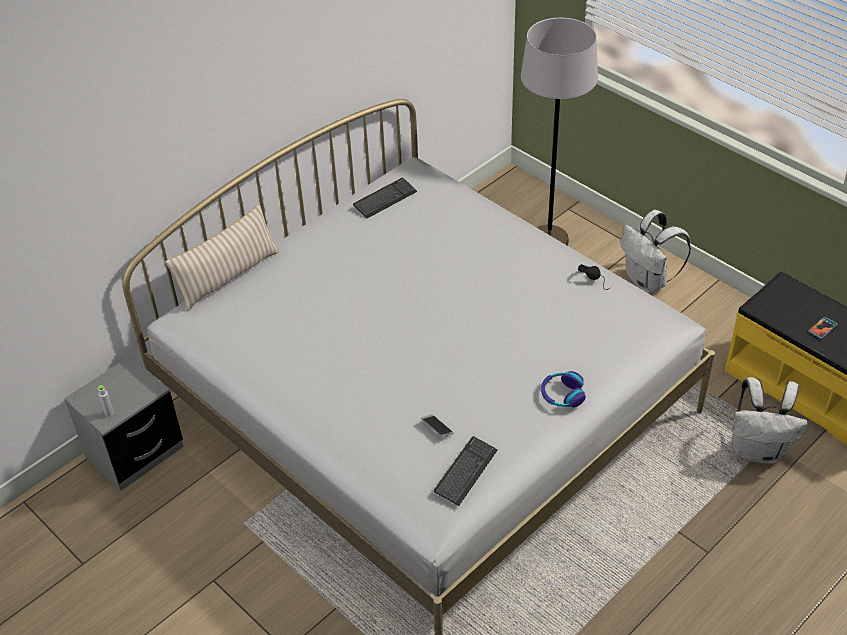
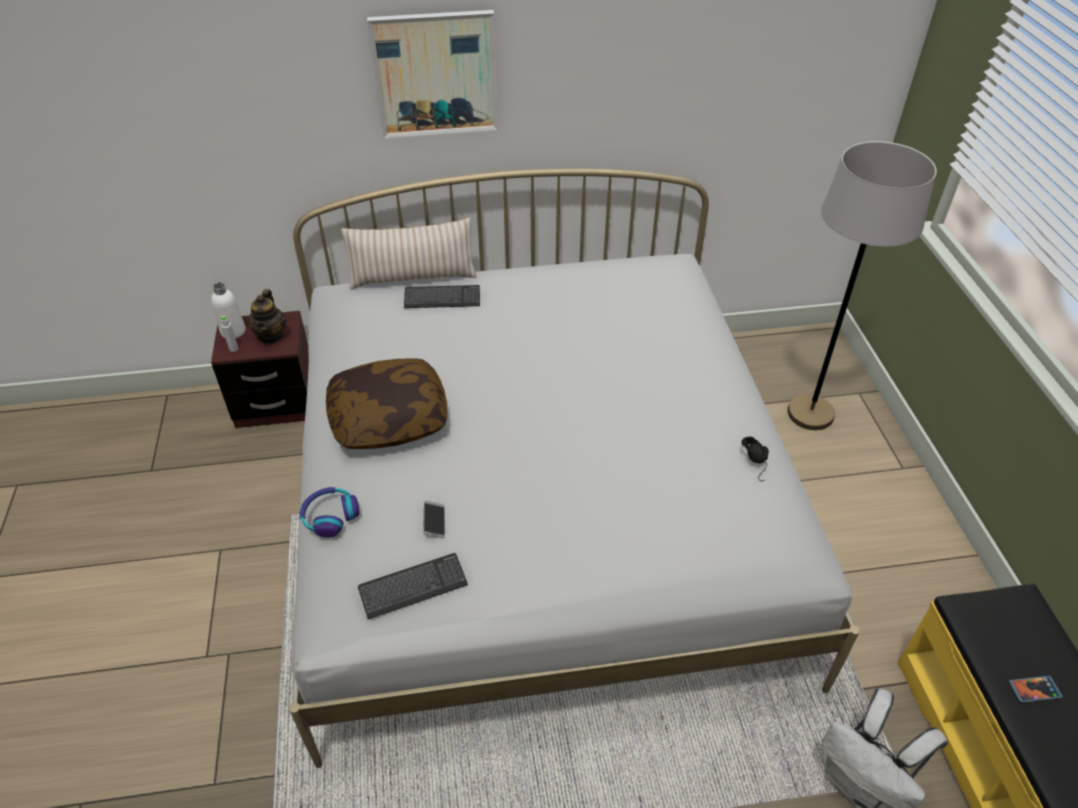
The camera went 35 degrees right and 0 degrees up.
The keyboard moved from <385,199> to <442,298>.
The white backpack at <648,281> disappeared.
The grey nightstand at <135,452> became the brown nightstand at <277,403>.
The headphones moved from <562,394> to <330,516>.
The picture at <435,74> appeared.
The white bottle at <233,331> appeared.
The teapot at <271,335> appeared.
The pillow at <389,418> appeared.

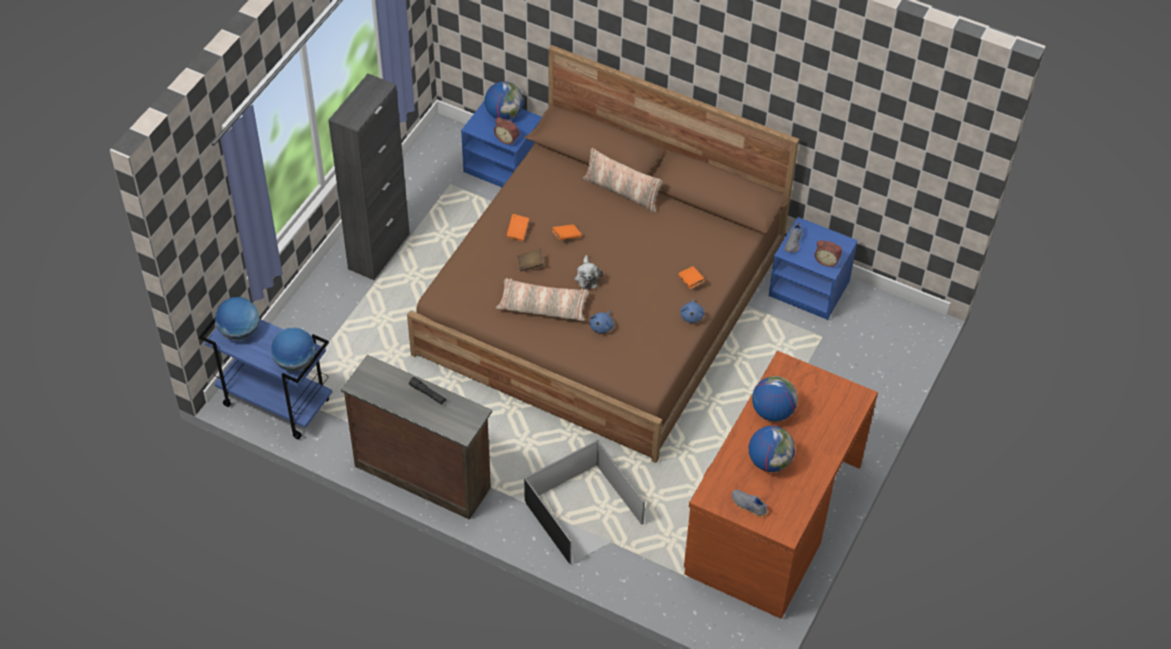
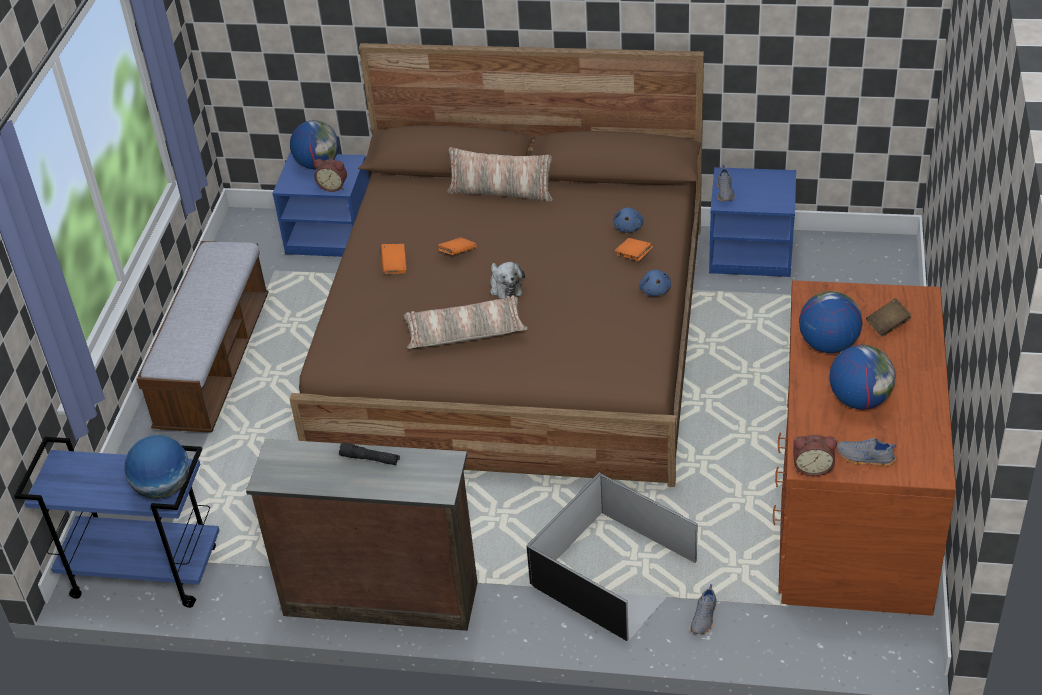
The camera went 15 degrees left and 10 degrees down.
The black cabinet at <379,251> was replaced by the bench at <214,363>.
The alarm clock moved from <827,260> to <812,467>.
The brown book moved from <530,264> to <887,325>.
The globe at <240,332> disappeared.
The blue plush toy moved from <602,326> to <628,227>.
The grey shoe at <704,618> appeared.

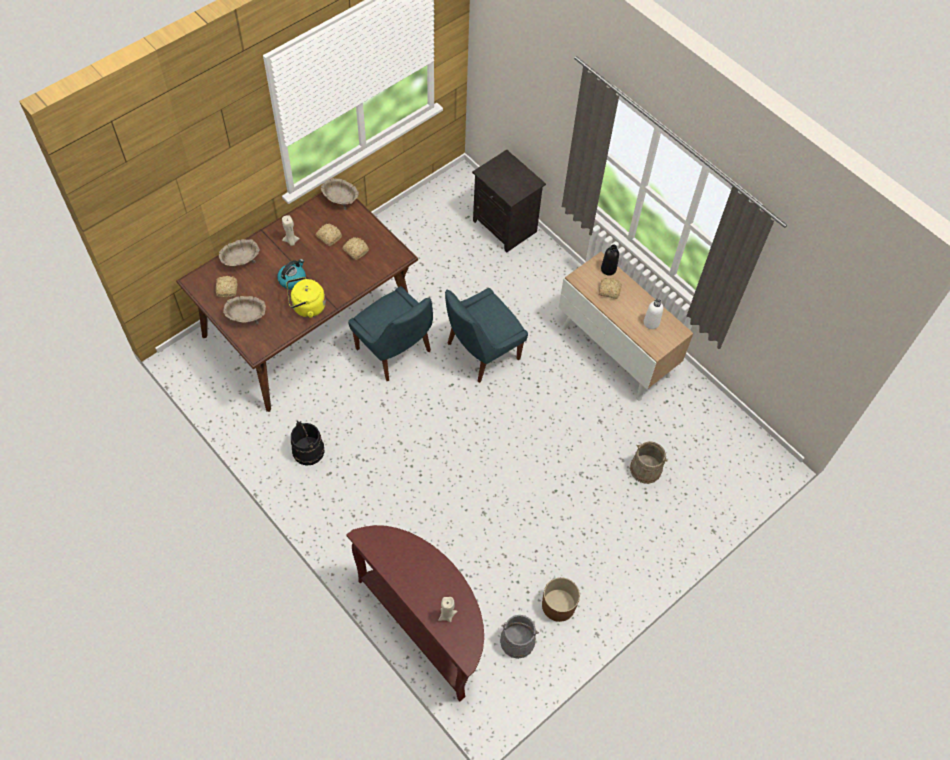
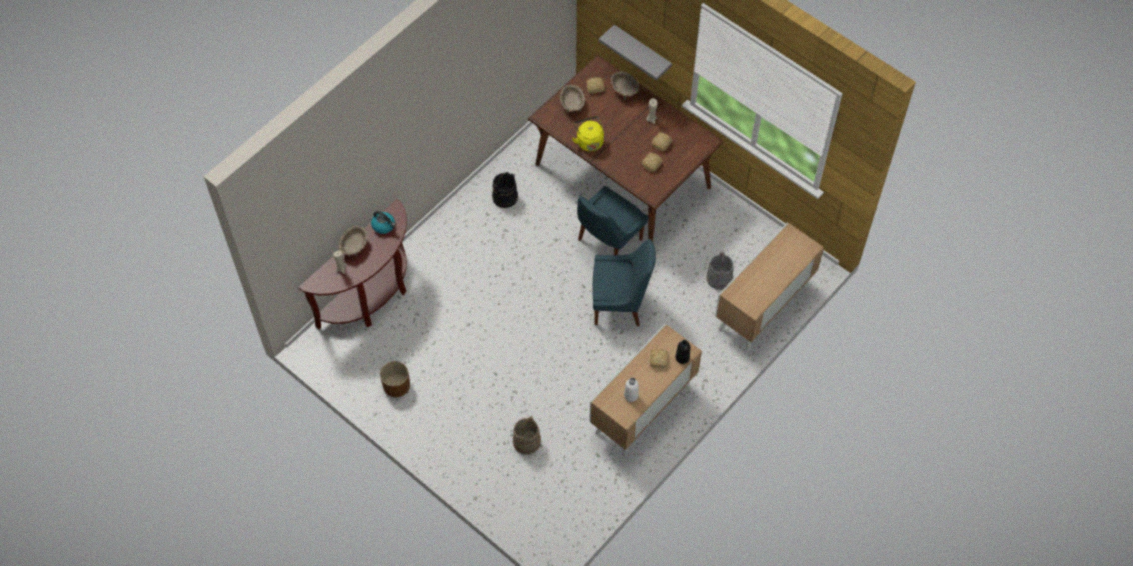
The camera went 85 degrees right and 0 degrees up.
The black nightstand at <506,226> was replaced by the cabinet at <764,308>.
The beige bowl moved from <340,200> to <354,246>.
The kettle moved from <292,279> to <384,226>.
The blue chair at <480,352> turned 135 degrees clockwise.
The grey bucket moved from <517,641> to <719,278>.
The grey shelf at <642,52> appeared.

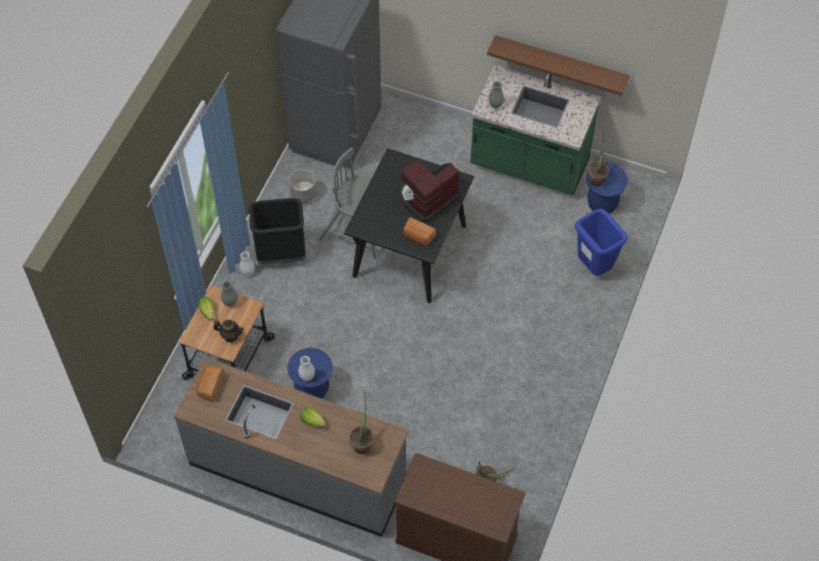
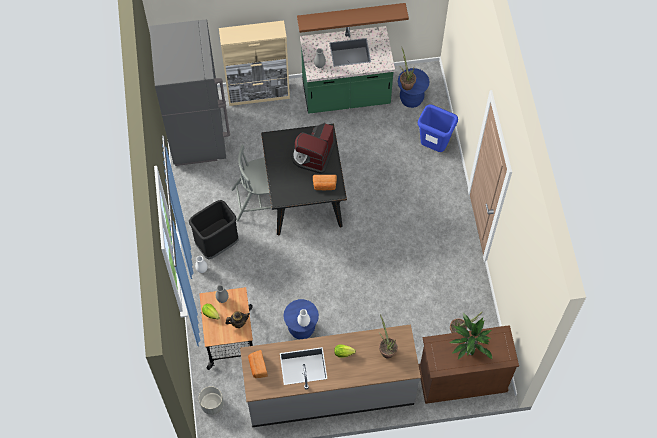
The camera went 30 degrees left and 5 degrees up.
The grey planter moved from <303,194> to <212,404>.
The beige cabinet at <258,94> appeared.
The potted plant at <468,350> appeared.

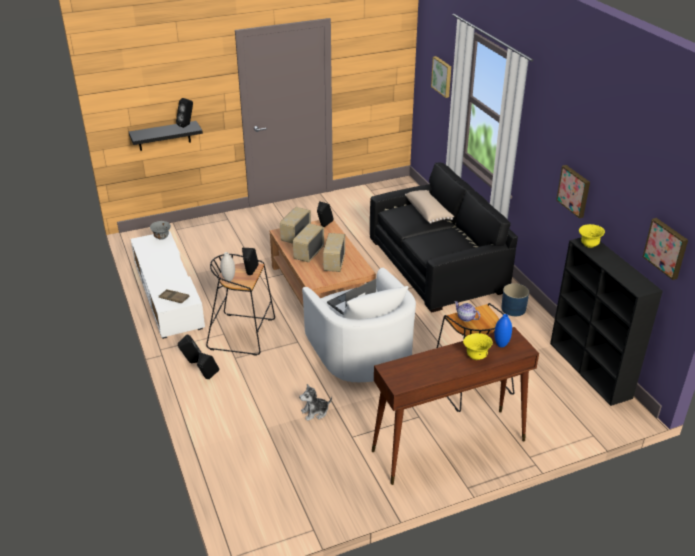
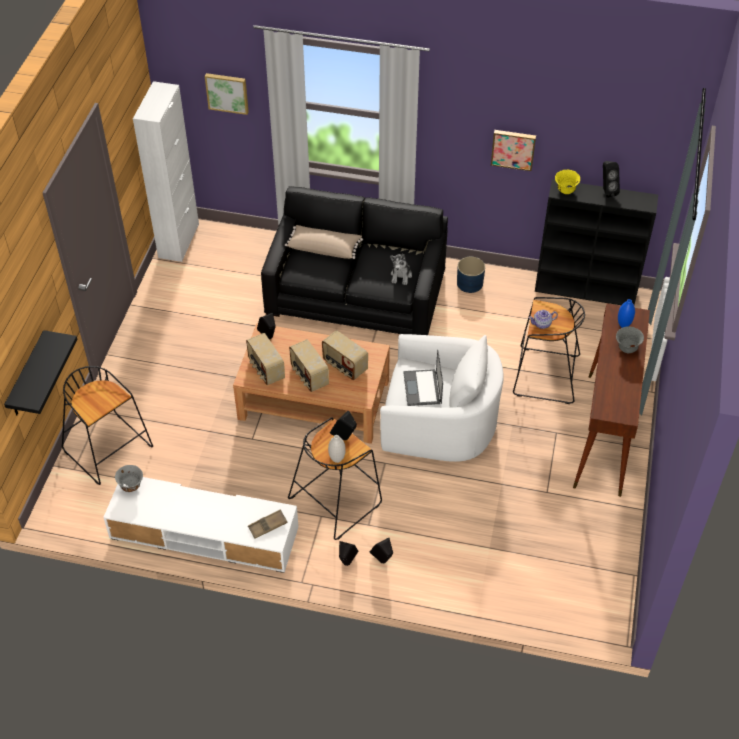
The camera went 55 degrees left and 15 degrees up.
The black speaker moved from <187,125> to <606,191>.
The picture at <666,248> disappeared.
The yellow bowl at <476,356> became the grey bowl at <627,349>.
The plush toy moved from <315,412> to <401,275>.
The white cabinet at <179,241> appeared.
The black stool at <110,449> appeared.

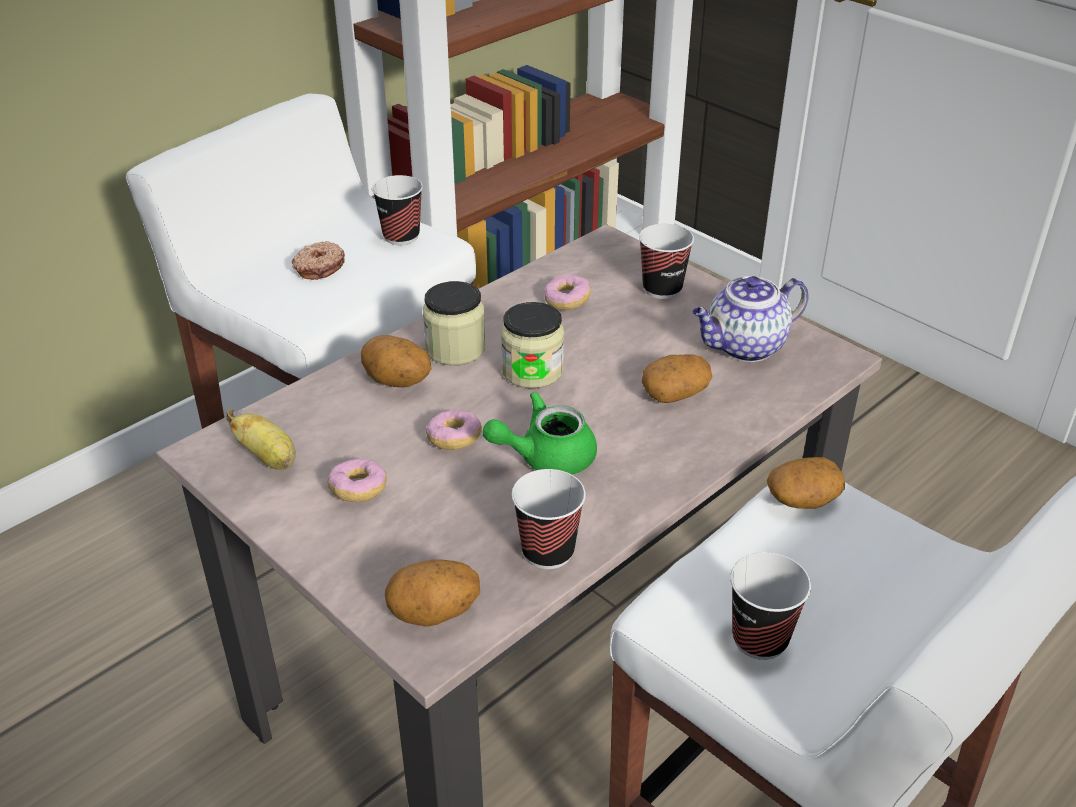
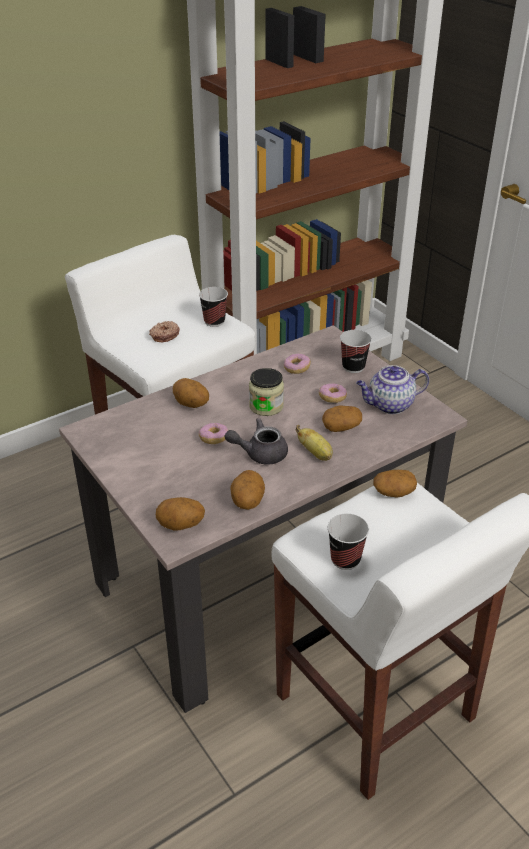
The camera went 10 degrees right and 0 degrees up.
The jar at <455,349> disappeared.
The green teapot at <545,457> became the grey teapot at <260,453>.
The banana moved from <269,458> to <316,453>.
The donut moved from <358,490> to <332,398>.
The cup at <548,551> was replaced by the potato at <247,502>.

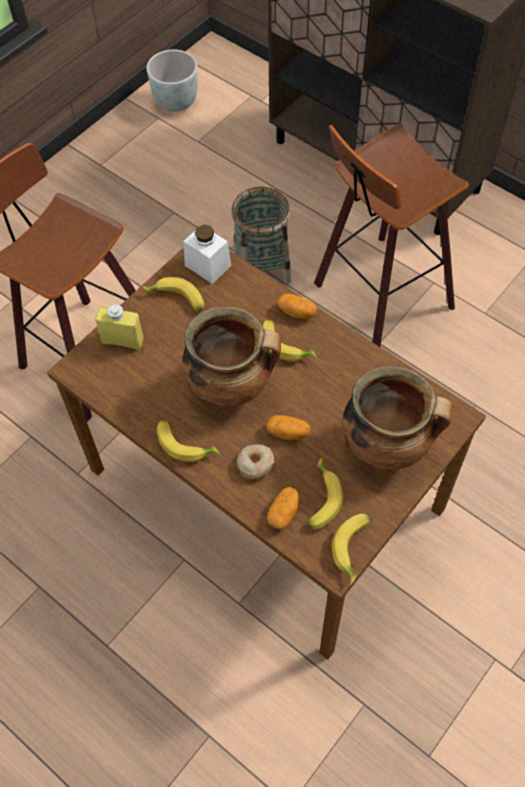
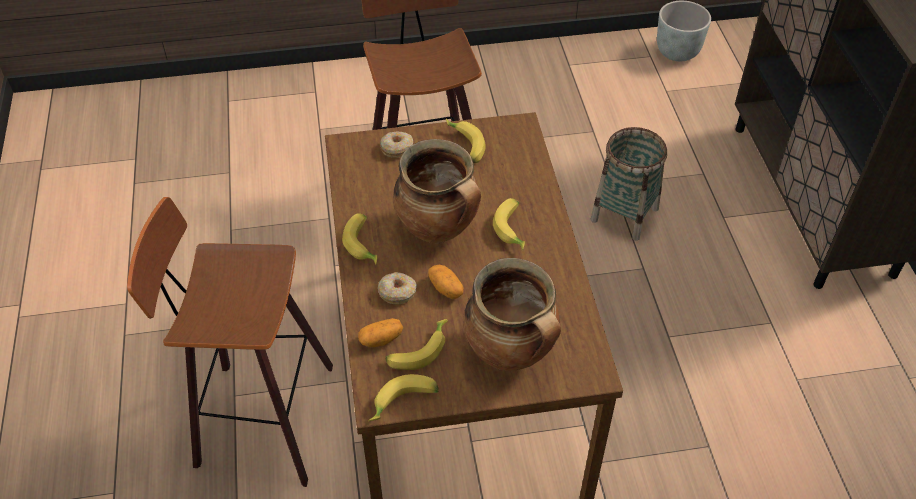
The camera went 40 degrees right and 10 degrees down.
The stool moved from <378,295> to <259,418>.
The white jar at <208,265> disappeared.
The potato at <297,312> disappeared.
The yellow bottle at <122,340> was replaced by the donut at <397,148>.

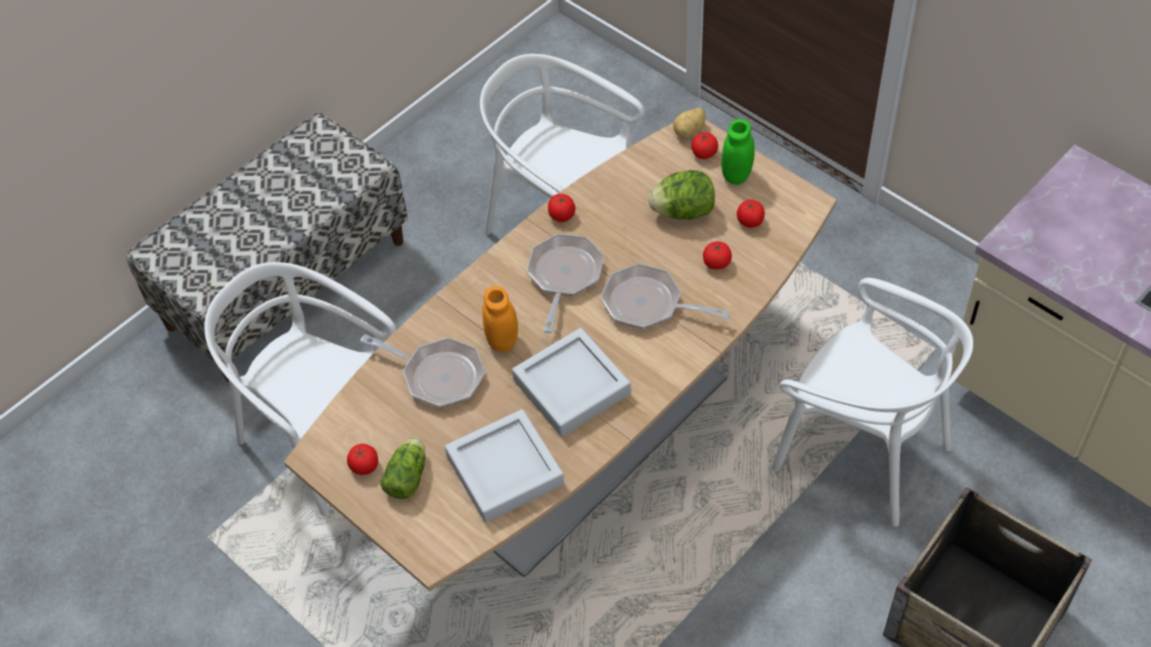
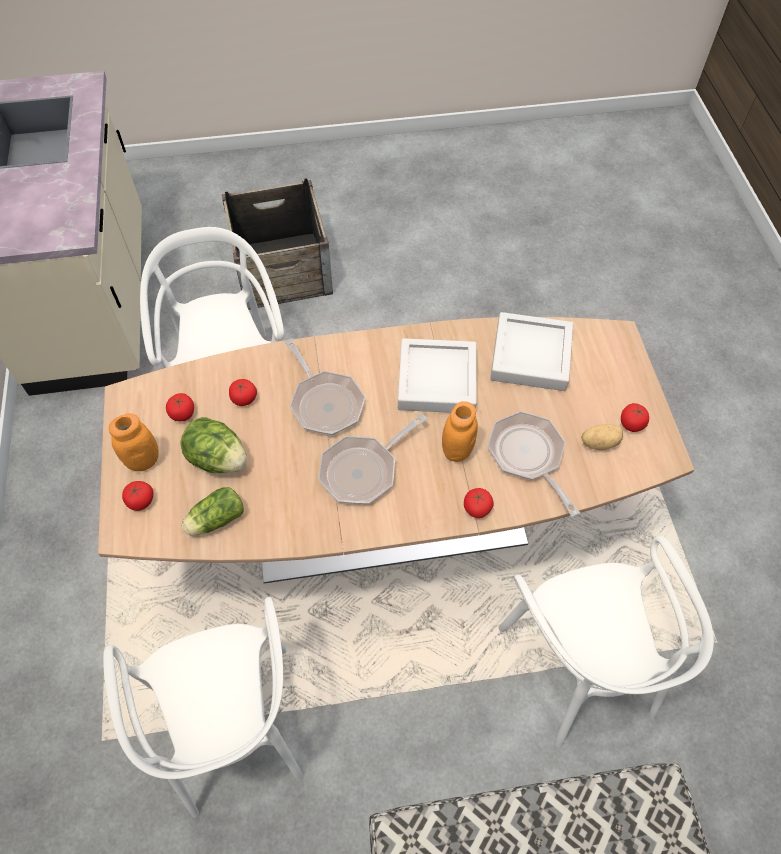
The camera went 145 degrees left and 5 degrees up.
The potato moved from <690,131> to <599,442>.
The green jar at <736,175> became the orange jar at <143,460>.
The tomato moved from <562,215> to <476,508>.
The lettuce moved from <408,475> to <214,520>.

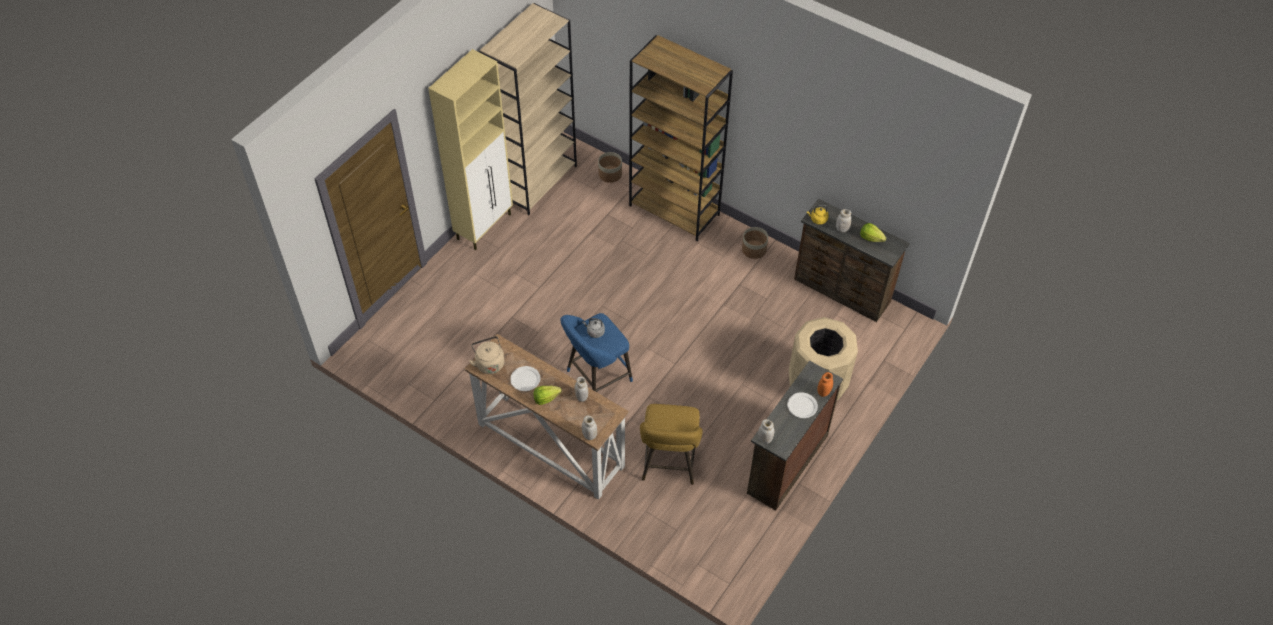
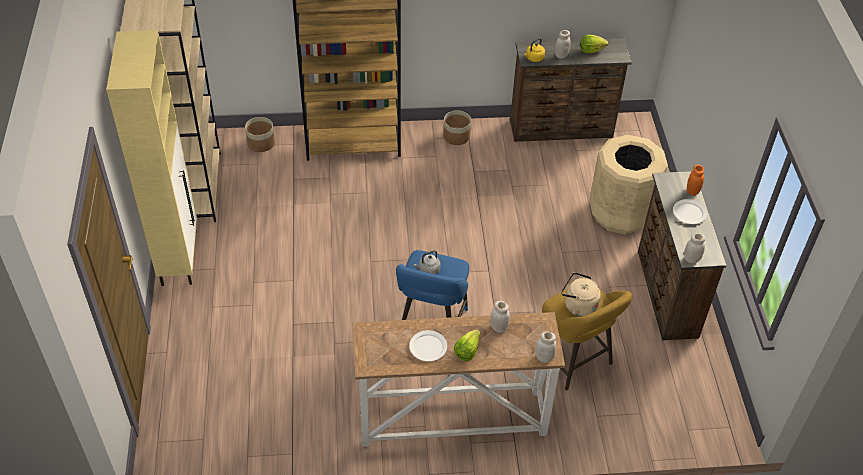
The camera went 40 degrees left and 5 degrees down.
The beige kettle moved from <489,363> to <578,305>.

